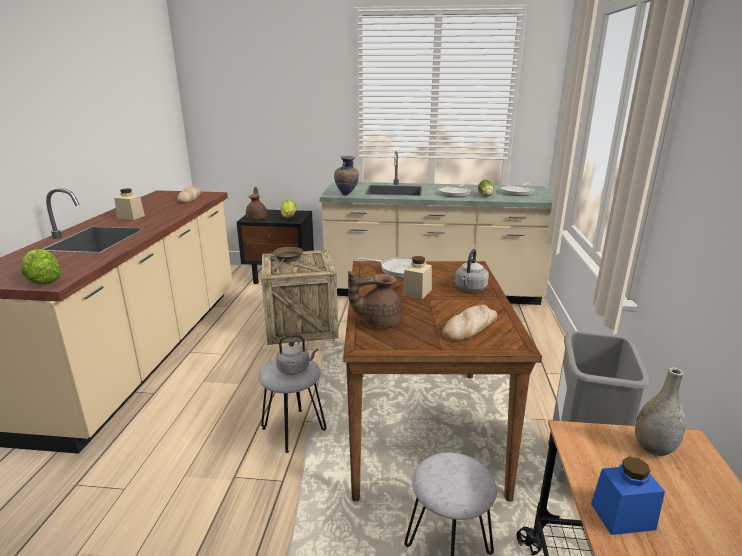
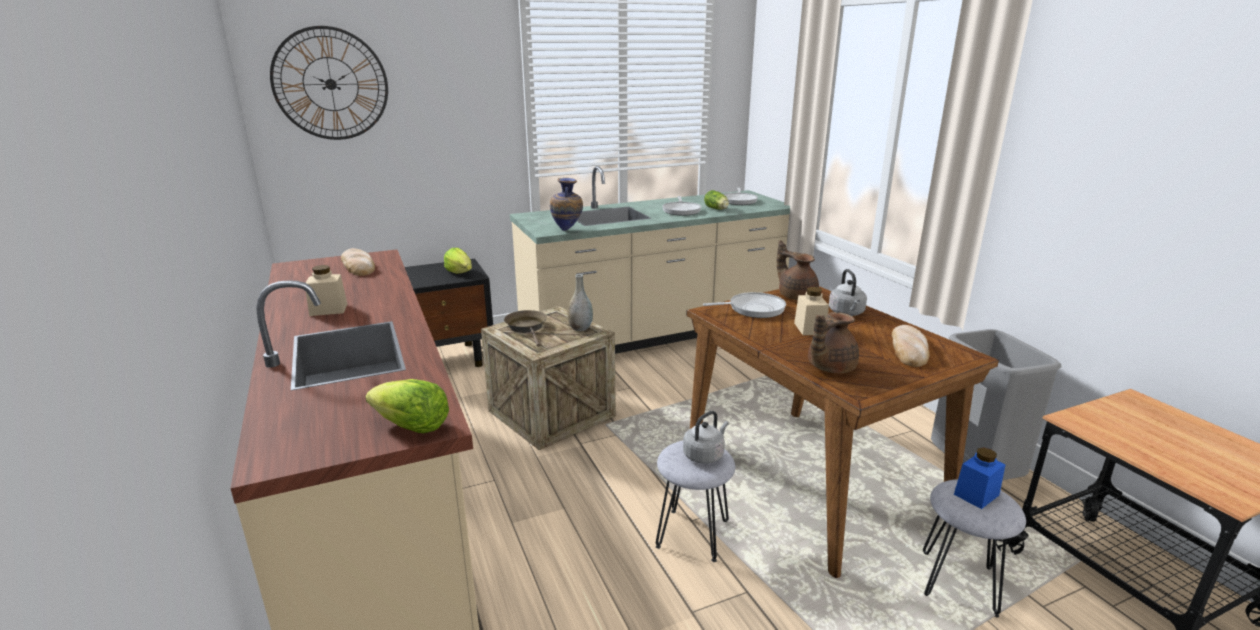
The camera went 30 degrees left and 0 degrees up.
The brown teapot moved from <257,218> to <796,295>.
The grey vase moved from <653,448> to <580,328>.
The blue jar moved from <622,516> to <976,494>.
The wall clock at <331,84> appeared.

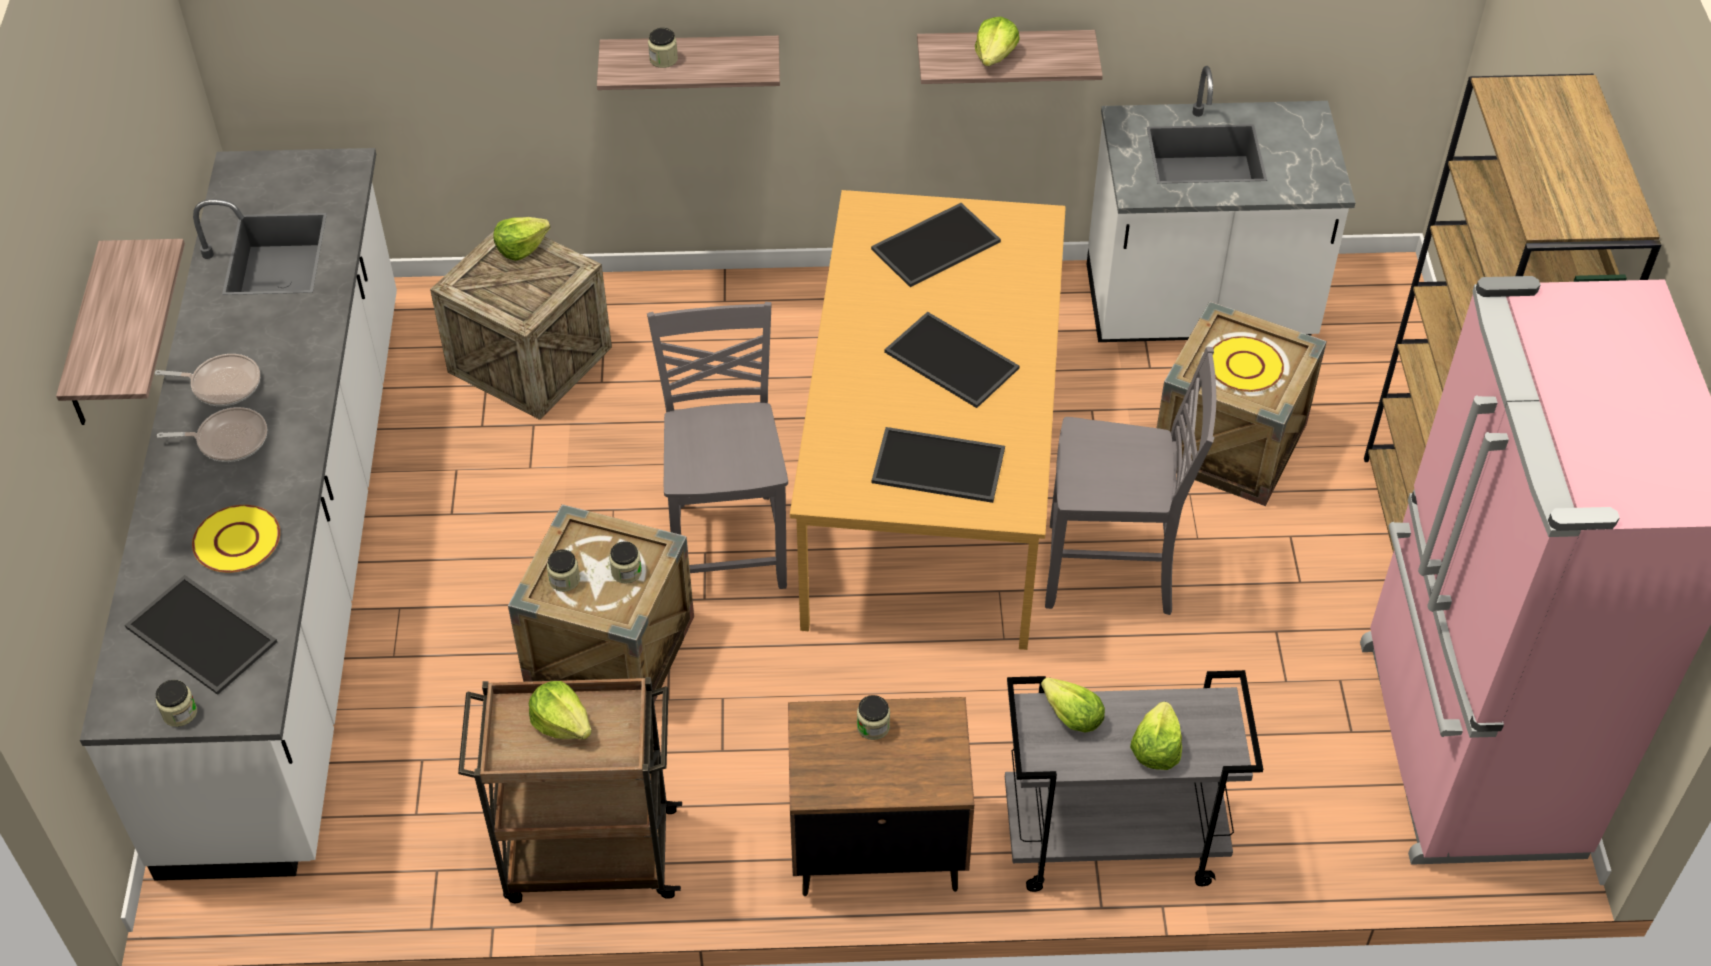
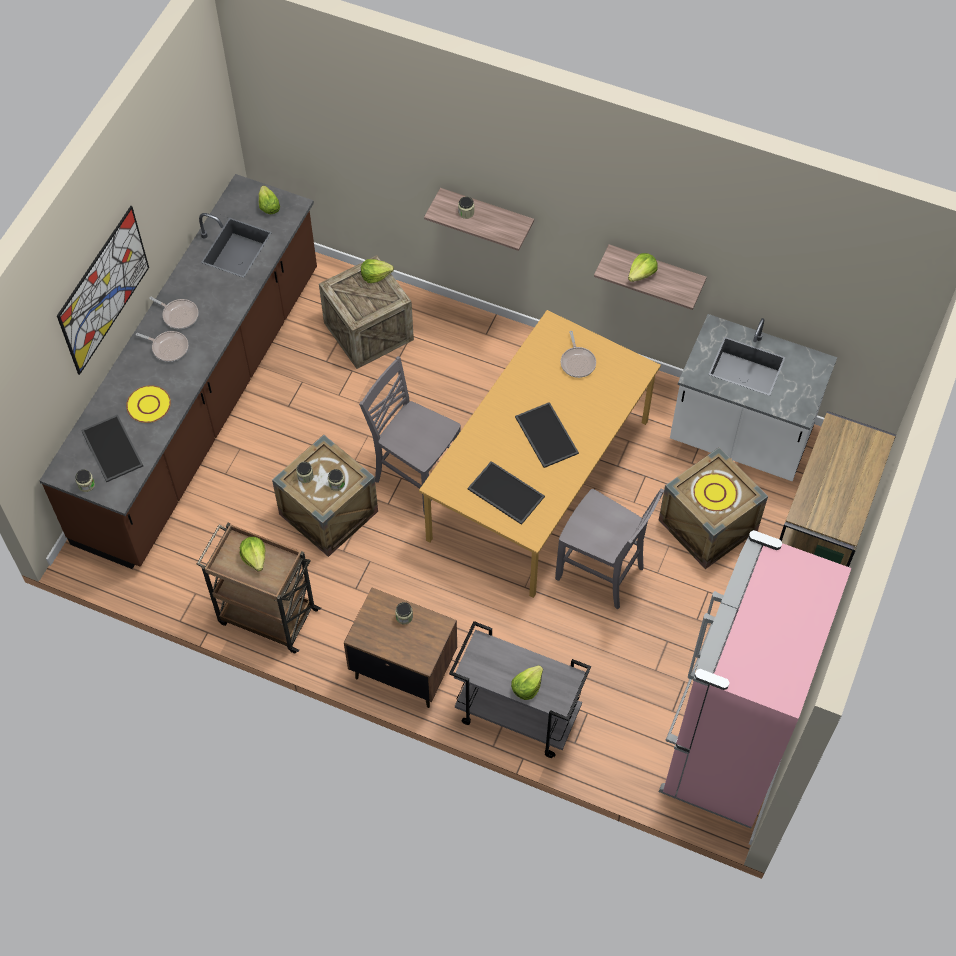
The camera went 25 degrees right and 10 degrees up.
The white counter at <294,563> became the brown counter at <201,404>.
The tray at <935,244> was replaced by the frying pan at <577,362>.
The shelf at <87,340> was replaced by the picture at <104,290>.
The grey chair at <728,543> turned 75 degrees counterclockwise.
The lettuce moved from <1071,716> to <268,206>.

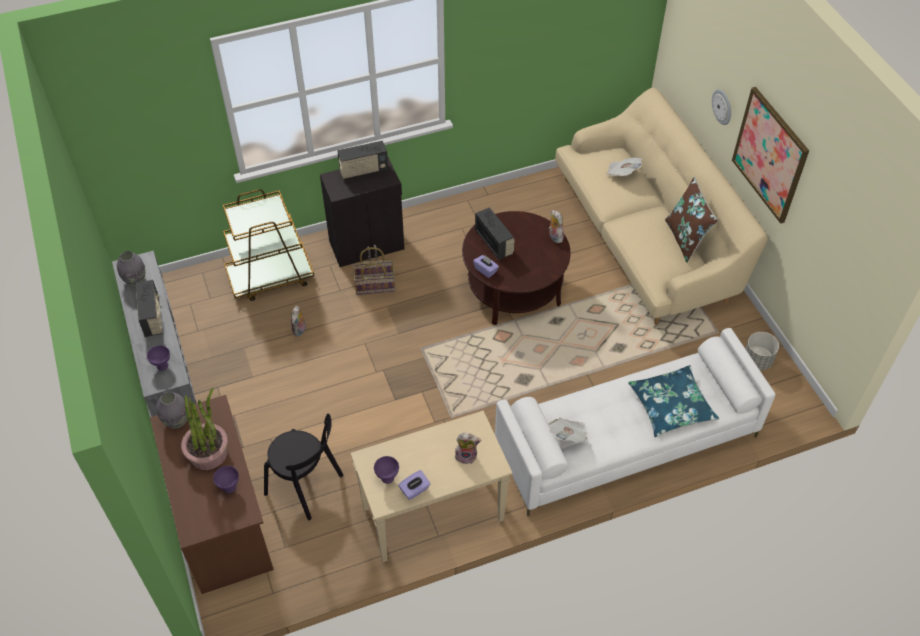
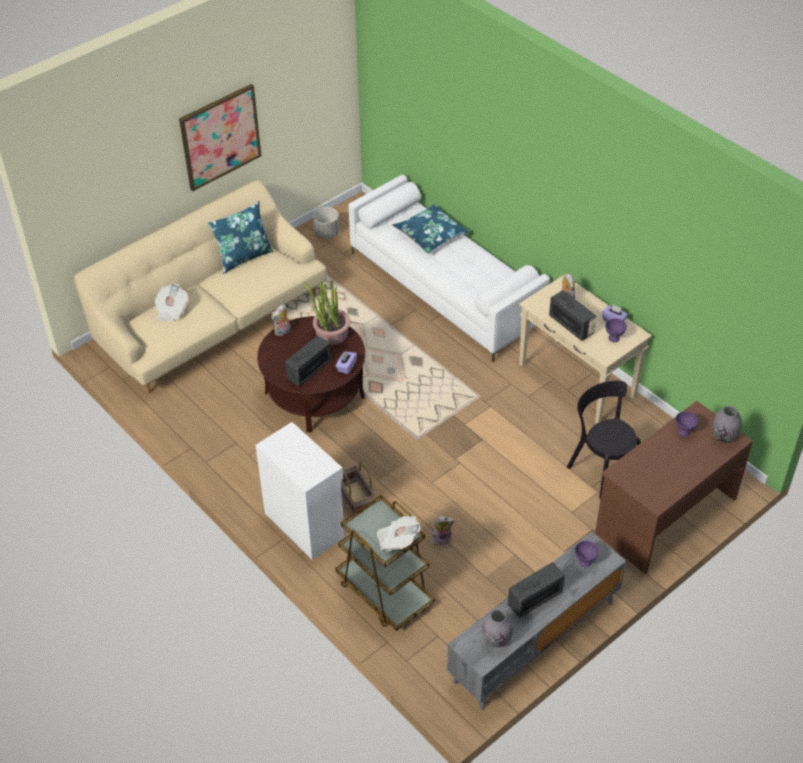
The camera went 110 degrees left and 5 degrees down.
The wall clock at <722,106> disappeared.
The radio moved from <363,170> to <571,325>.
The black cabinet at <367,246> became the white cabinet at <305,524>.
The brown pillow at <685,239> became the blue pillow at <243,257>.
The potted plant moved from <208,453> to <331,334>.
The grey vase moved from <176,421> to <723,437>.
The black chair at <307,486> turned 45 degrees counterclockwise.
The newspaper moved from <567,435> to <397,540>.

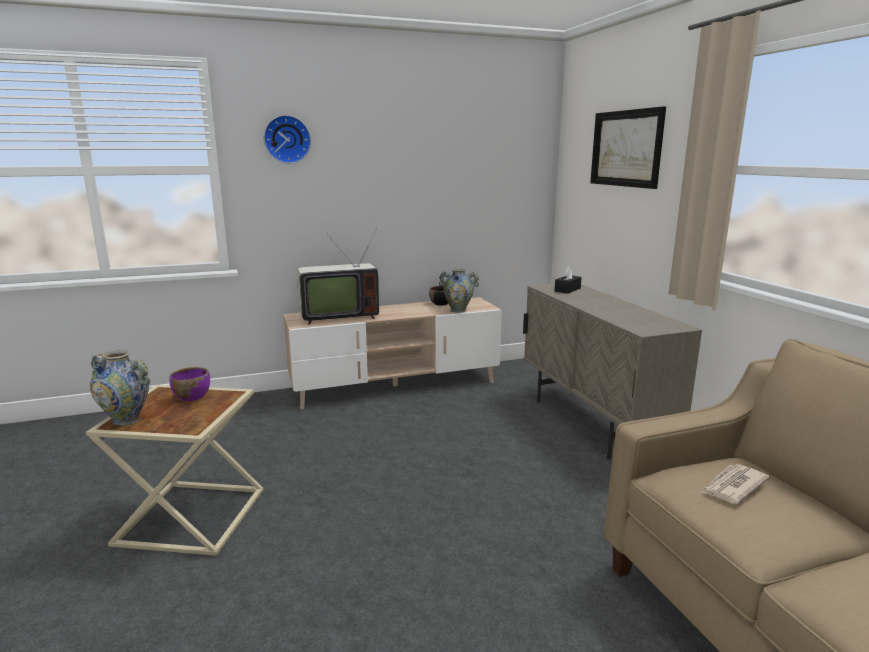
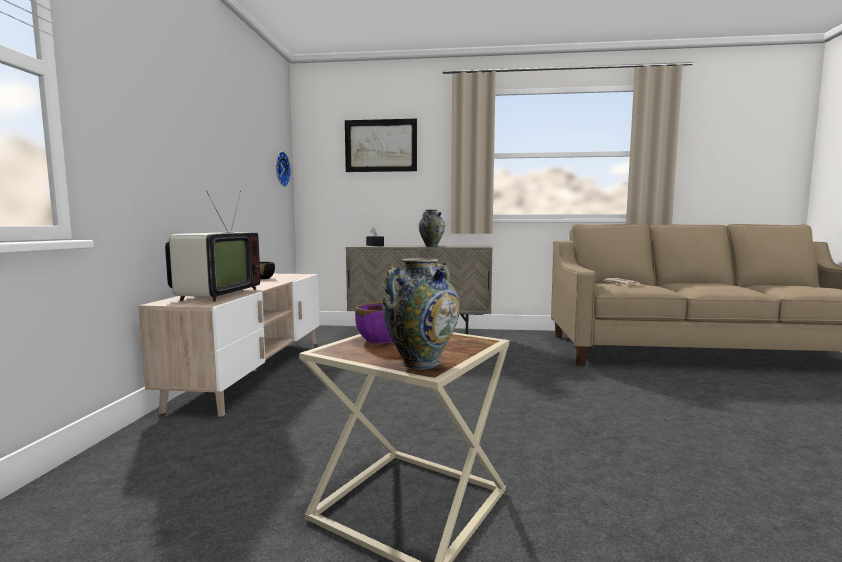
The camera went 65 degrees left and 10 degrees down.
The wall clock moved from <287,139> to <280,169>.
The vase moved from <458,310> to <431,246>.

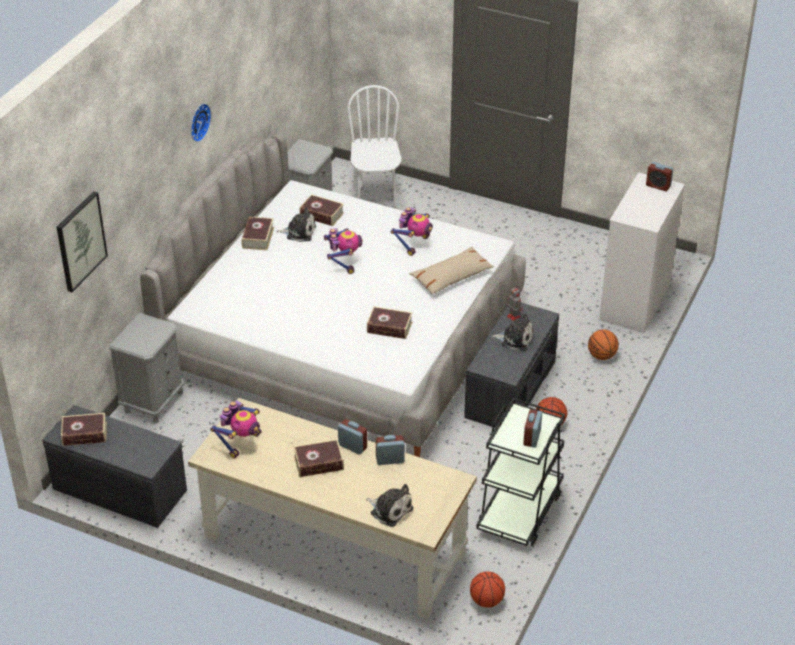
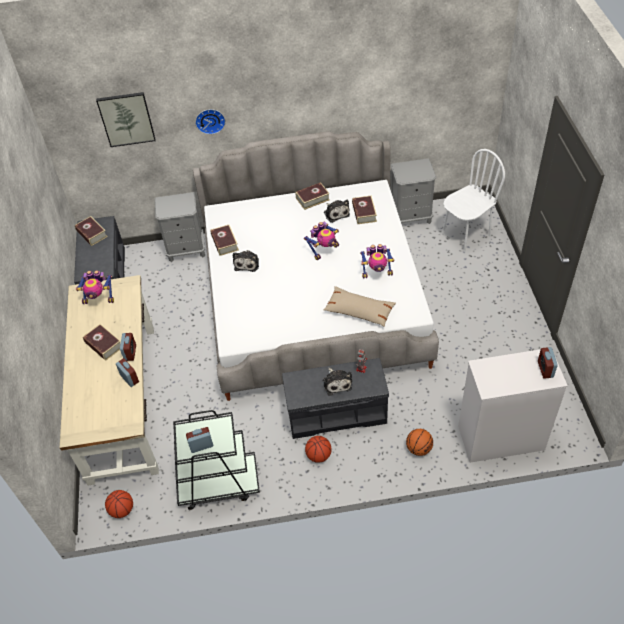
The camera went 60 degrees right and 10 degrees up.
The wall clock moved from <198,121> to <210,120>.
The book moved from <389,327> to <225,243>.
The plush toy moved from <390,510> to <247,263>.

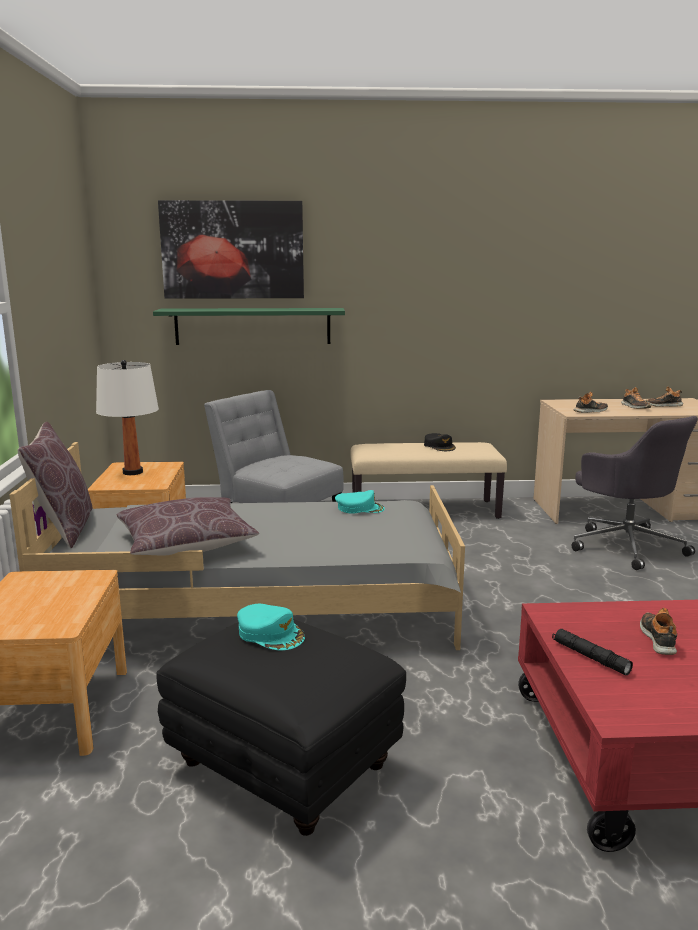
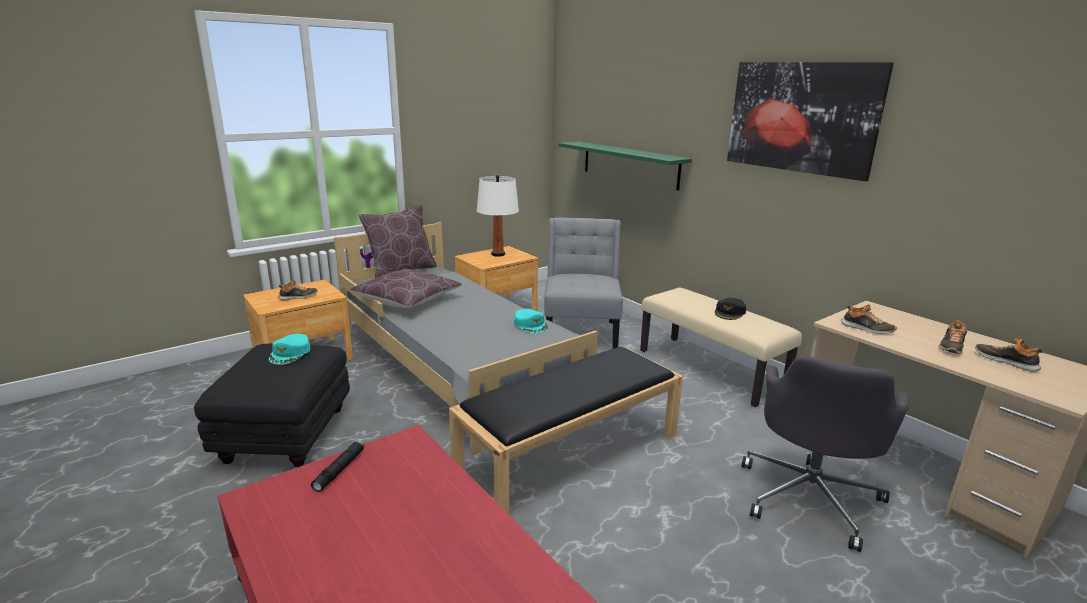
The camera went 55 degrees right and 5 degrees up.
The picture moved from <233,250> to <801,117>.
The shoe moved from <658,639> to <298,297>.
The black bench at <570,451> appeared.

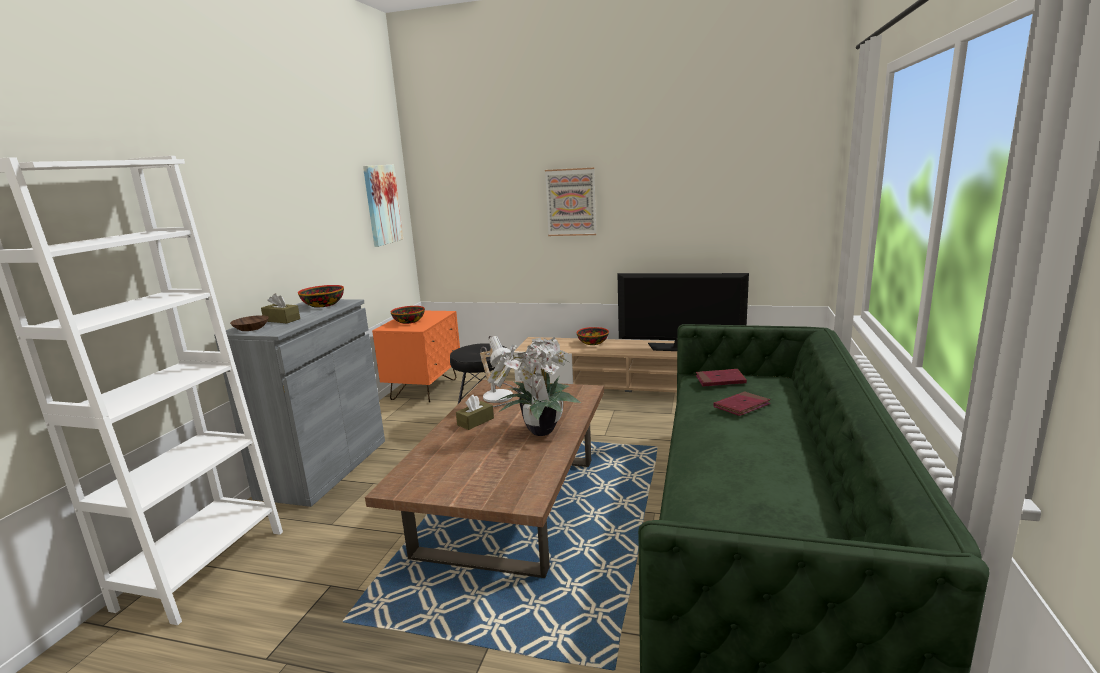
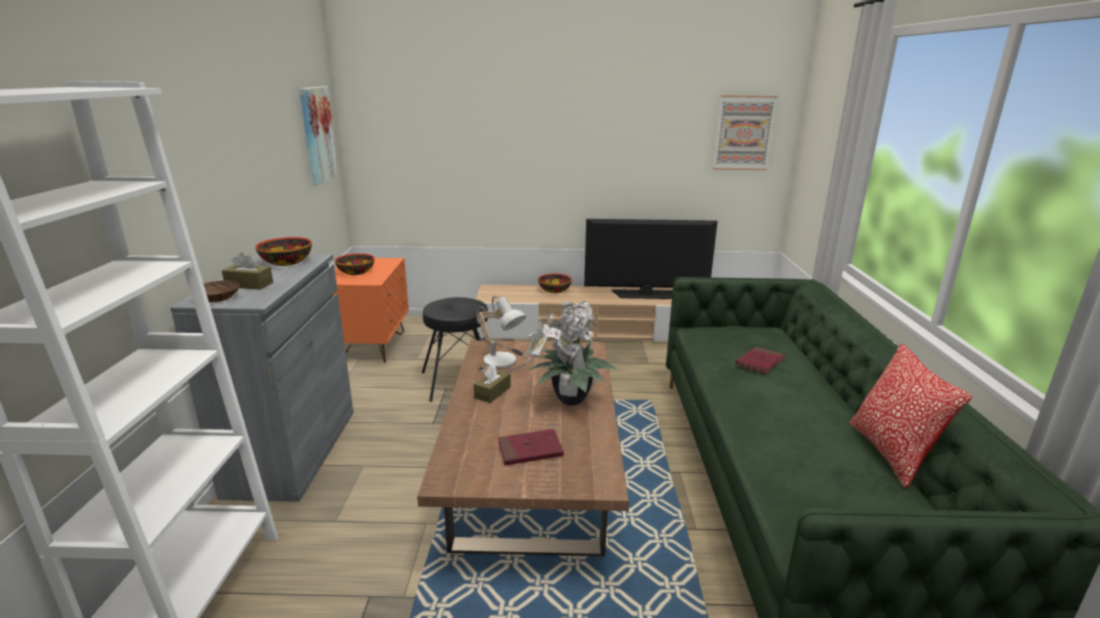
The camera went 15 degrees left and 5 degrees up.
The picture moved from <571,202> to <743,133>.
The red book moved from <720,380> to <530,450>.
The pillow at <891,453> appeared.

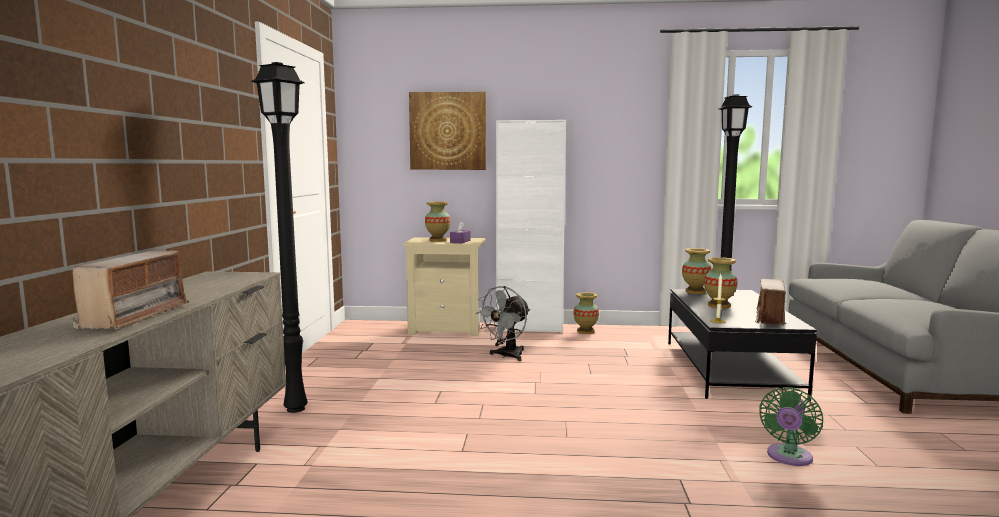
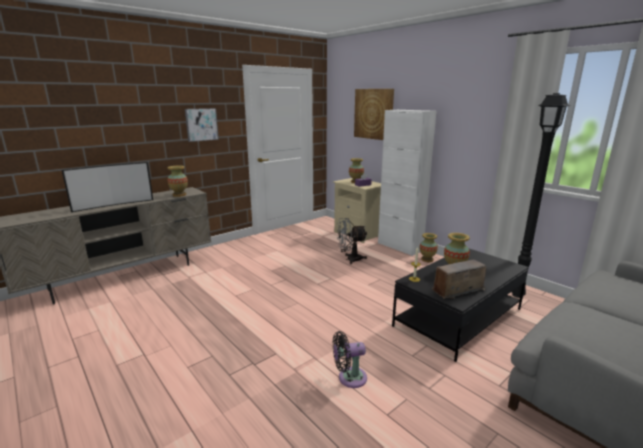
The camera went 45 degrees right and 10 degrees up.
The black floor lamp at <296,408> disappeared.
The vase moved from <695,292> to <179,195>.
The radio at <136,316> was replaced by the television at <113,205>.
The green fan at <788,457> became the black fan at <349,378>.
The picture at <201,124> appeared.

